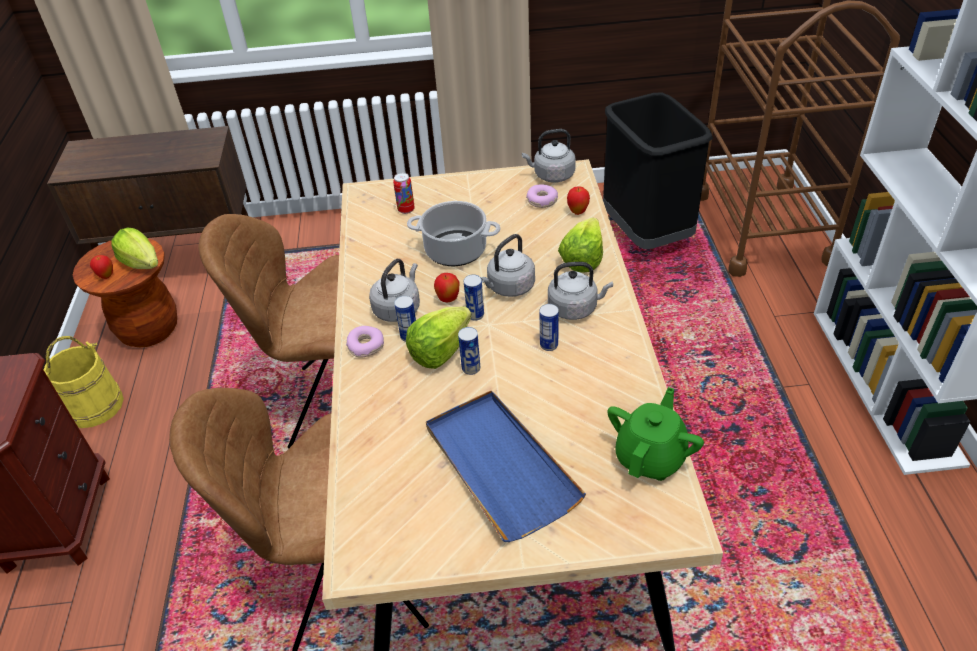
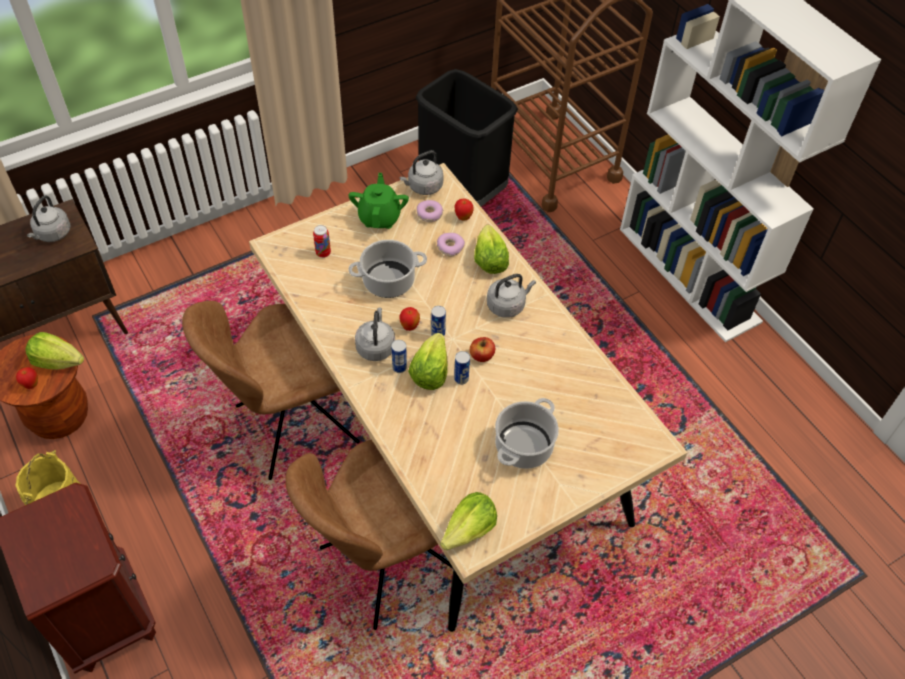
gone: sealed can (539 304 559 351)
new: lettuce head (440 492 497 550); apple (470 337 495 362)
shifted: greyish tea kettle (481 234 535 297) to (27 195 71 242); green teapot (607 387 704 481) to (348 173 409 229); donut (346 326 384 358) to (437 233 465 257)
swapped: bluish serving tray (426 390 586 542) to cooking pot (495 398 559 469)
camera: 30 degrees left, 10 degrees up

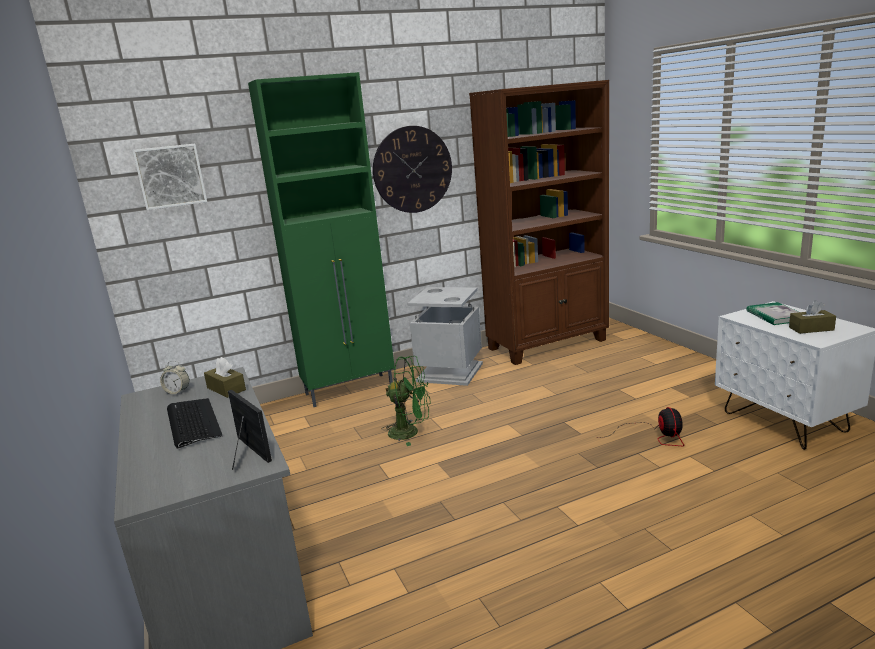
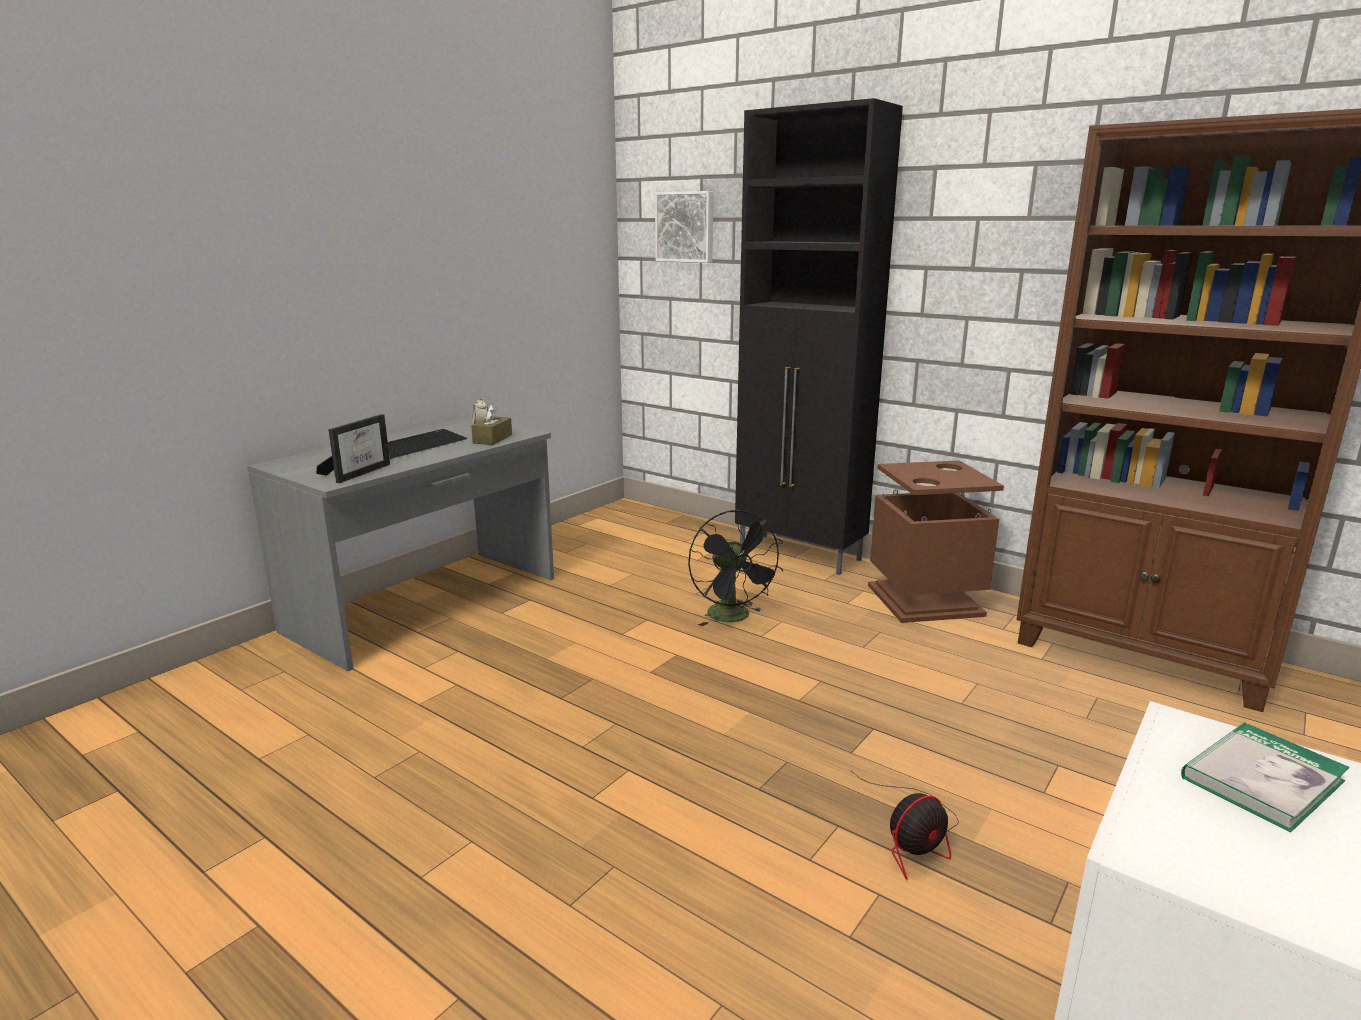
gone: hanging clock (373 126 452 213); brownish tissue holder (789 300 836 334)
repainted: green cooling fan (381 356 431 446) to black cooling fan (688 510 783 626); green cupboard (248 72 395 407) to black cupboard (735 98 903 575); greyish trash can (407 287 483 386) to brownish trash can (868 460 1004 623)
camera: 60 degrees right, 0 degrees up

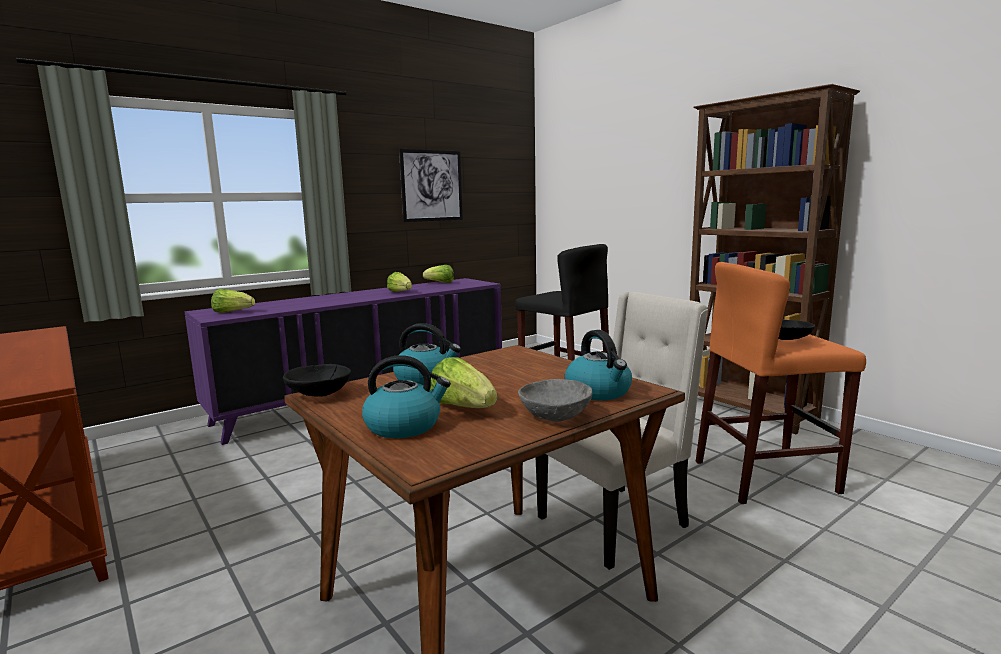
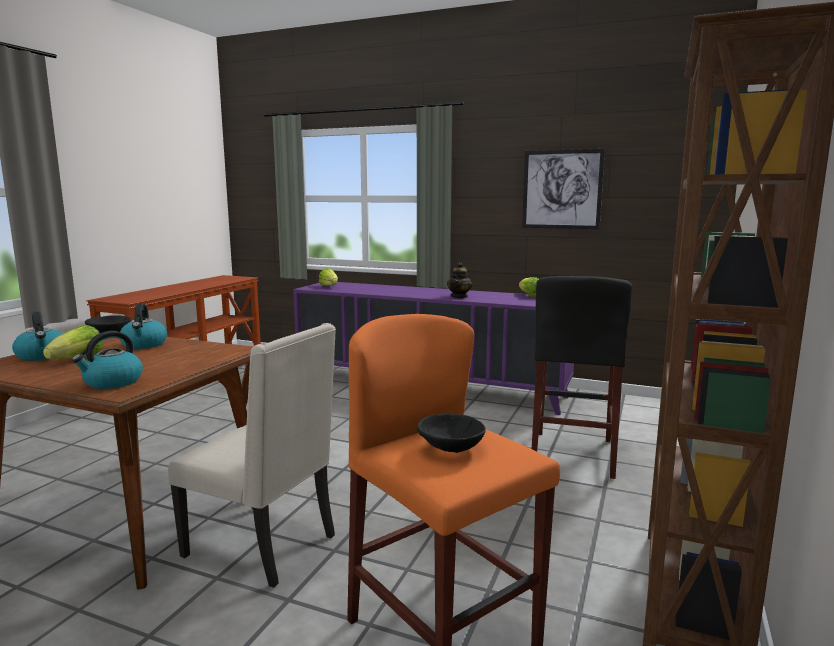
gone: greyish bowl (518 379 592 422)
swapped: lettuce head (387 272 412 292) to teapot (447 262 472 298)
camera: 60 degrees right, 0 degrees up

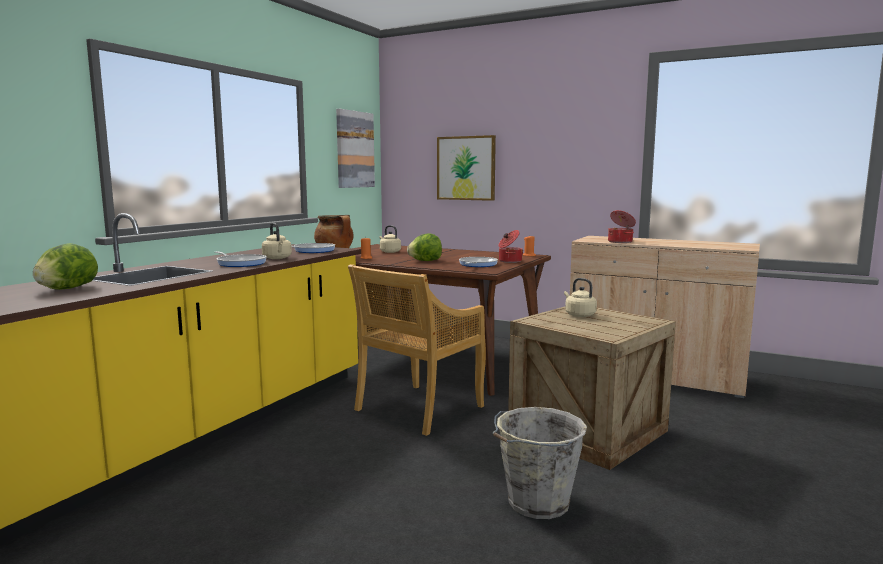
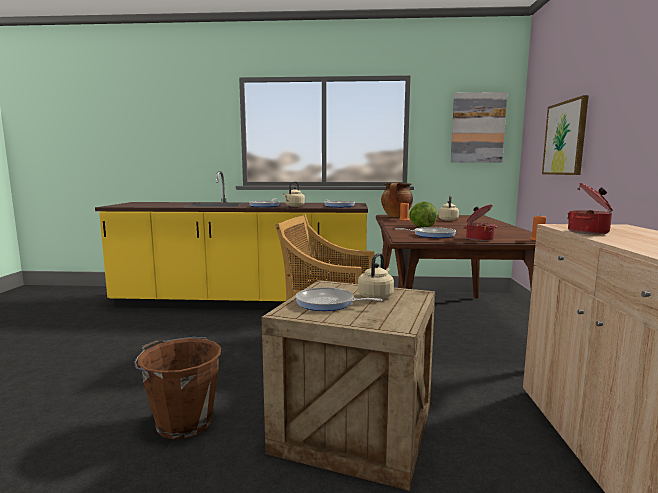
gone: lettuce head (33 243 98 290)
new: pan (295 287 382 311)
repainted: greyish pail (493 407 587 519) to brownish pail (134 337 221 439)
camera: 65 degrees right, 0 degrees up

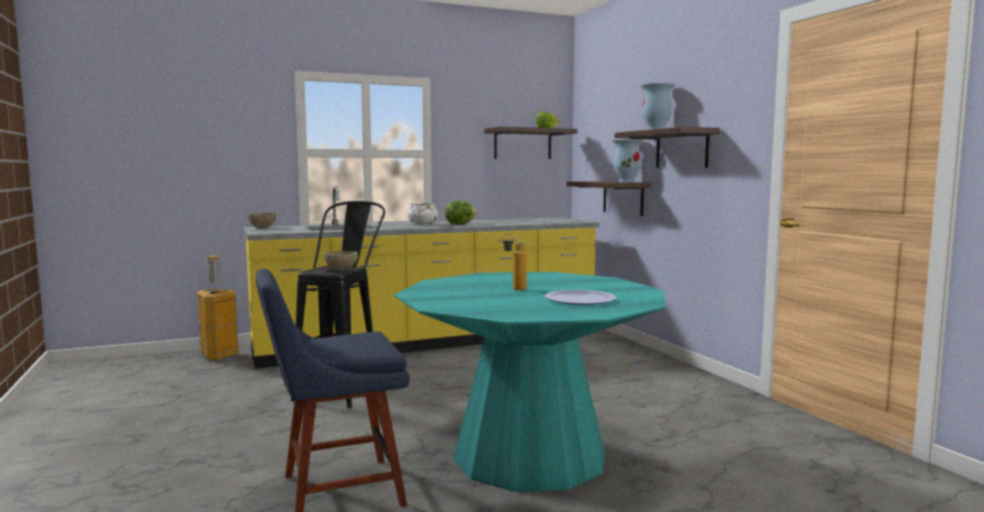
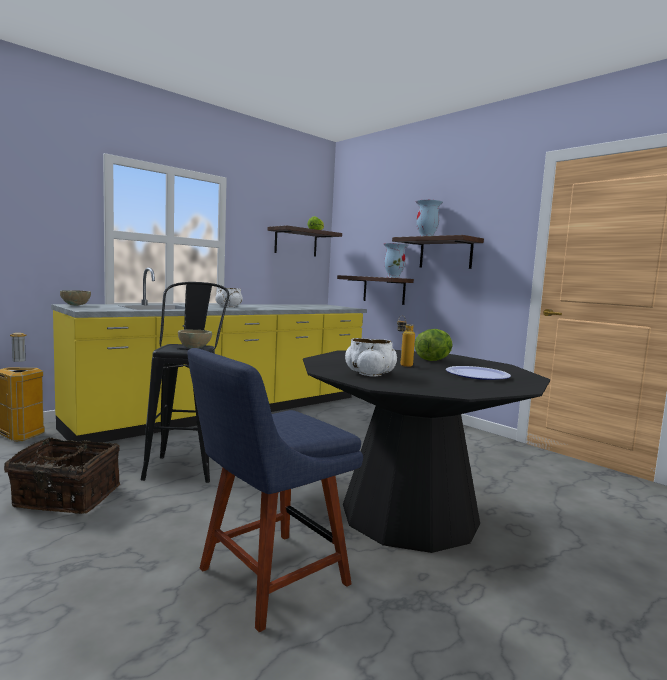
new: basket (4 437 121 514); white bowl (345 338 397 376)
shifted: lettuce head (445 201 477 224) to (415 329 453 361)
repainted: blue-green kitchen table (394 272 666 492) to black kitchen table (303 350 550 553)
camera: 20 degrees left, 0 degrees up

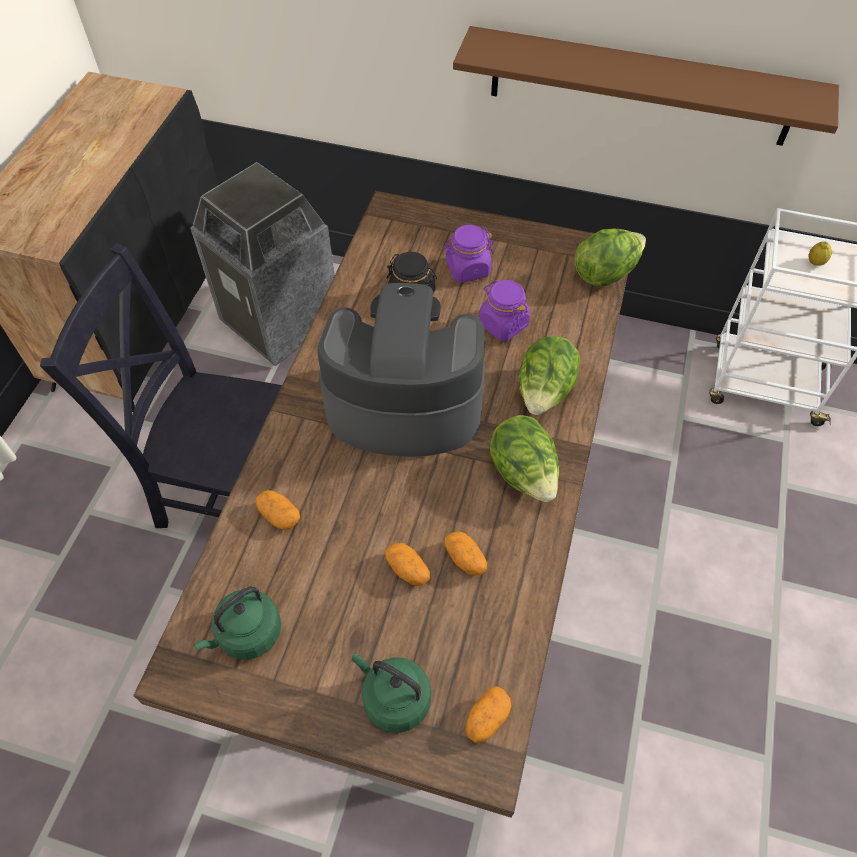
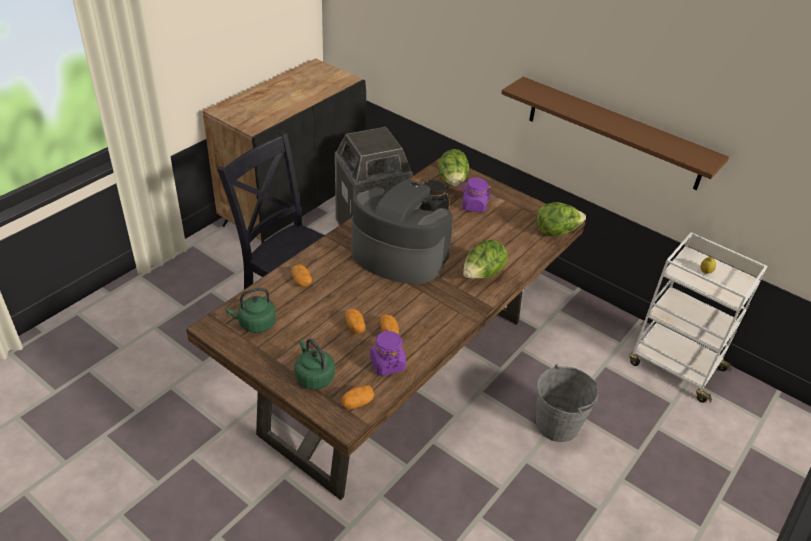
new: greyish pail (536 364 598 442)
shifted: purple preserve jar (479 280 530 341) to (370 330 406 376); lettuce head (490 415 559 502) to (438 149 469 186)
camera: 20 degrees right, 15 degrees down

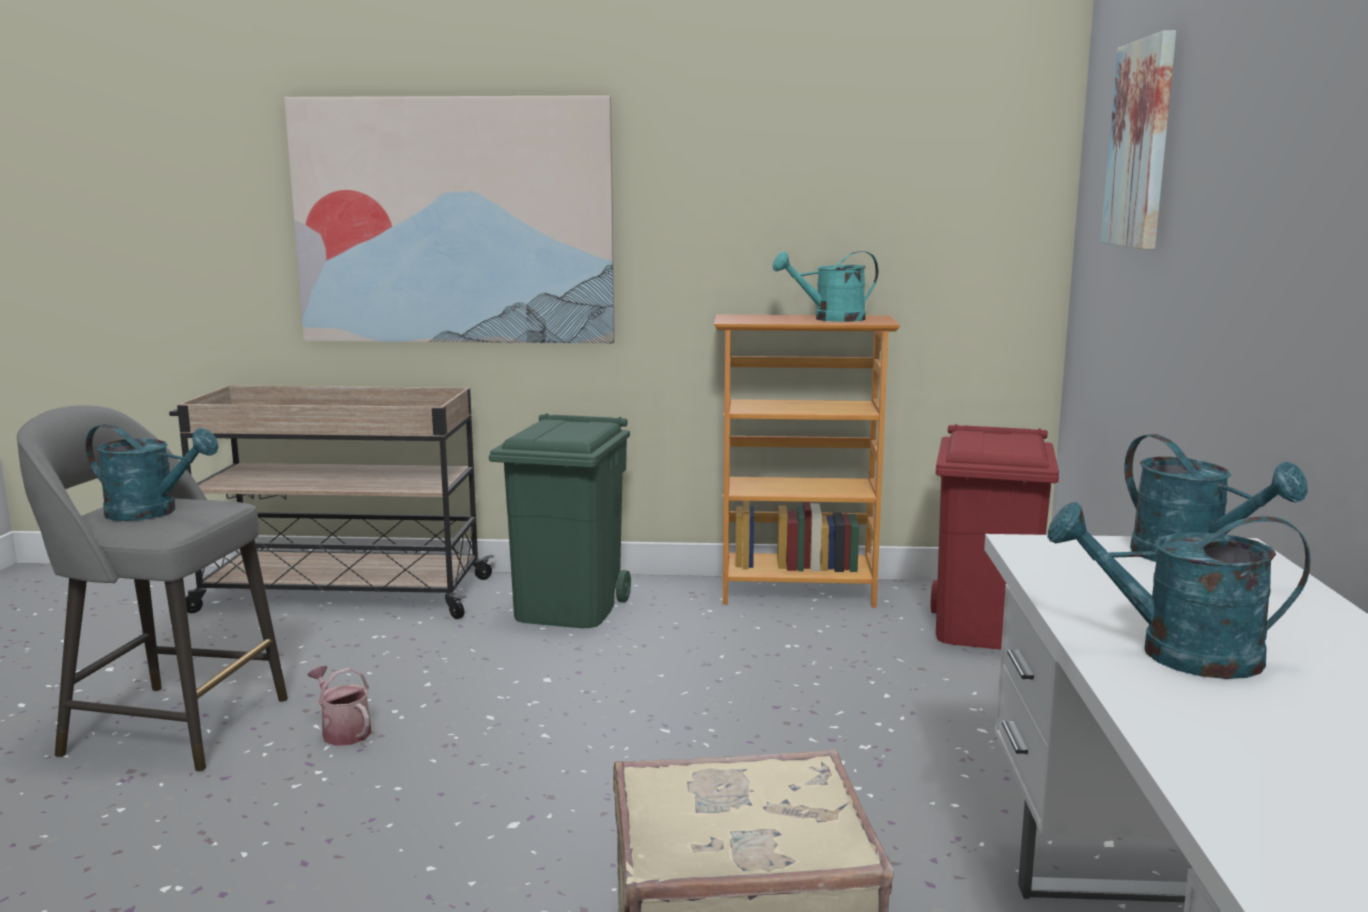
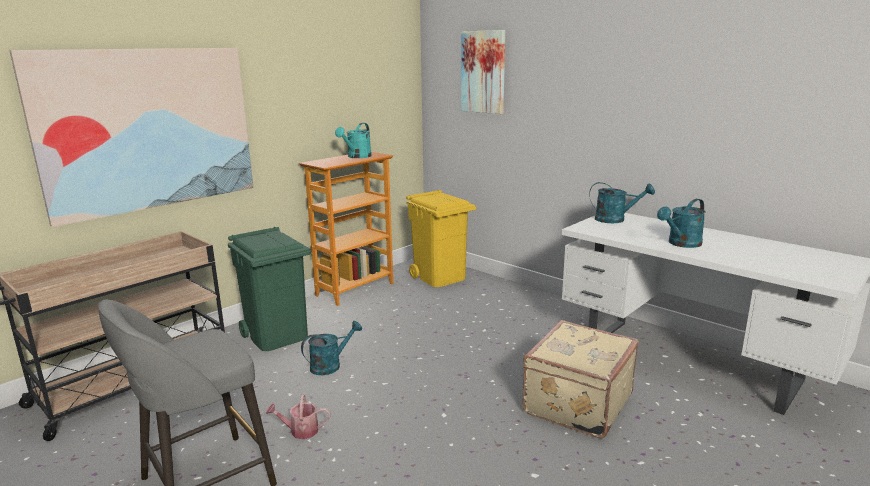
shifted: blue-green watering pot (85 424 219 521) to (301 321 362 375)
repainted: red trash can (930 424 1059 650) to yellowish trash can (406 190 476 287)
camera: 50 degrees left, 5 degrees up

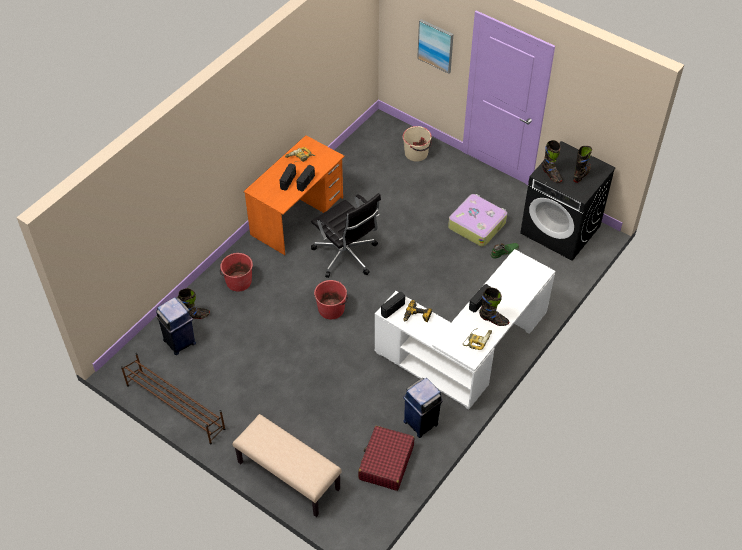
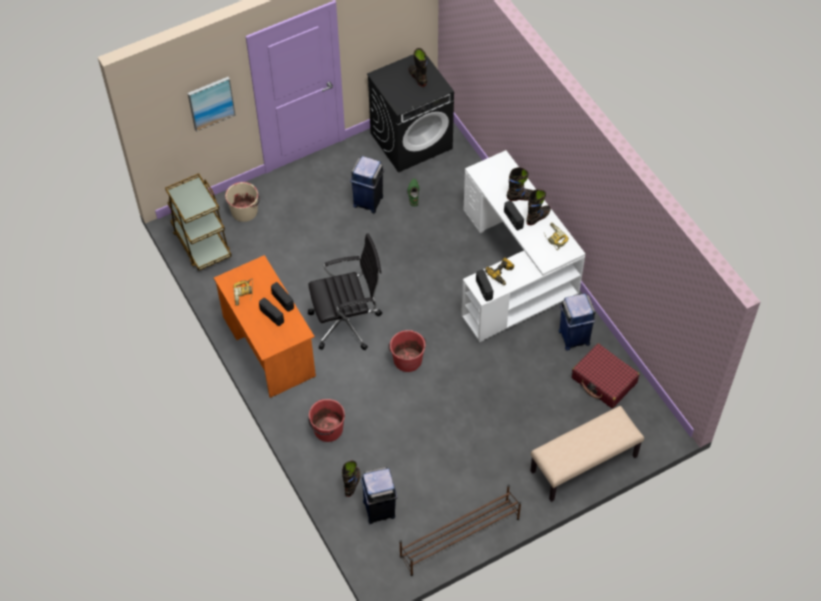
new: brownish trolley (165 173 232 271)
shifted: black boot (542 140 563 183) to (507 167 534 201)
swapped: travel case (448 194 507 247) to bluish trash can (350 156 384 213)
camera: 65 degrees left, 5 degrees up

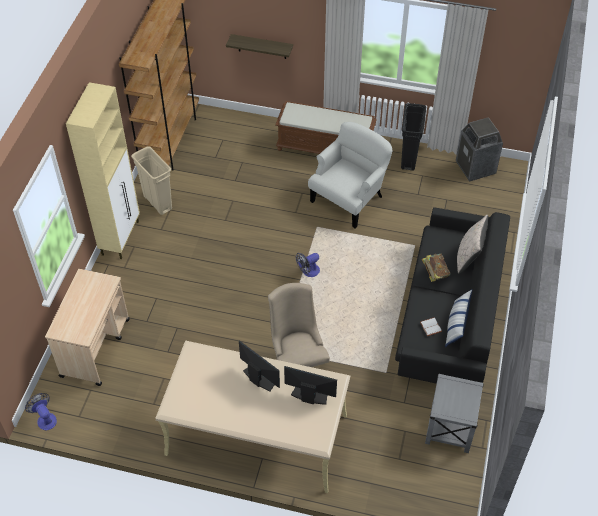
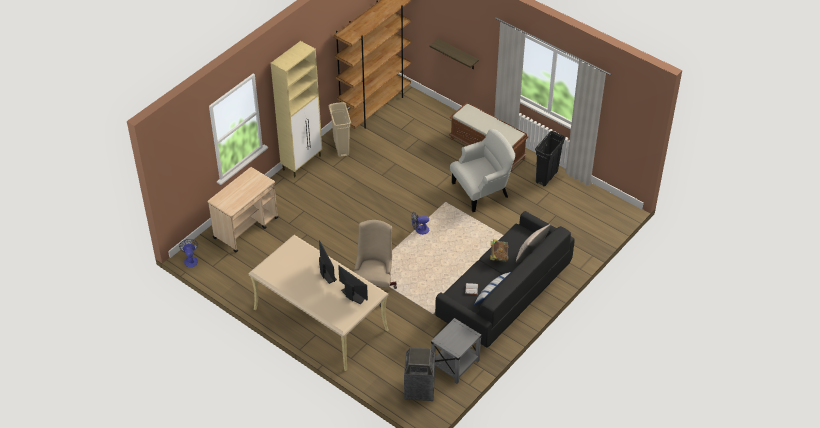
shifted: trash can (456 117 503 182) to (404 348 435 401)
camera: 25 degrees right, 5 degrees down

